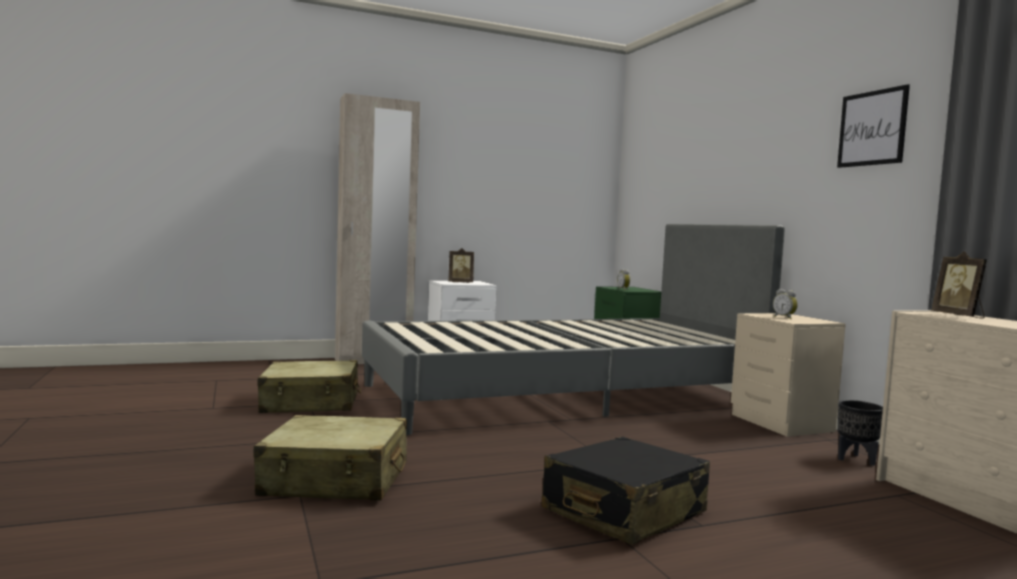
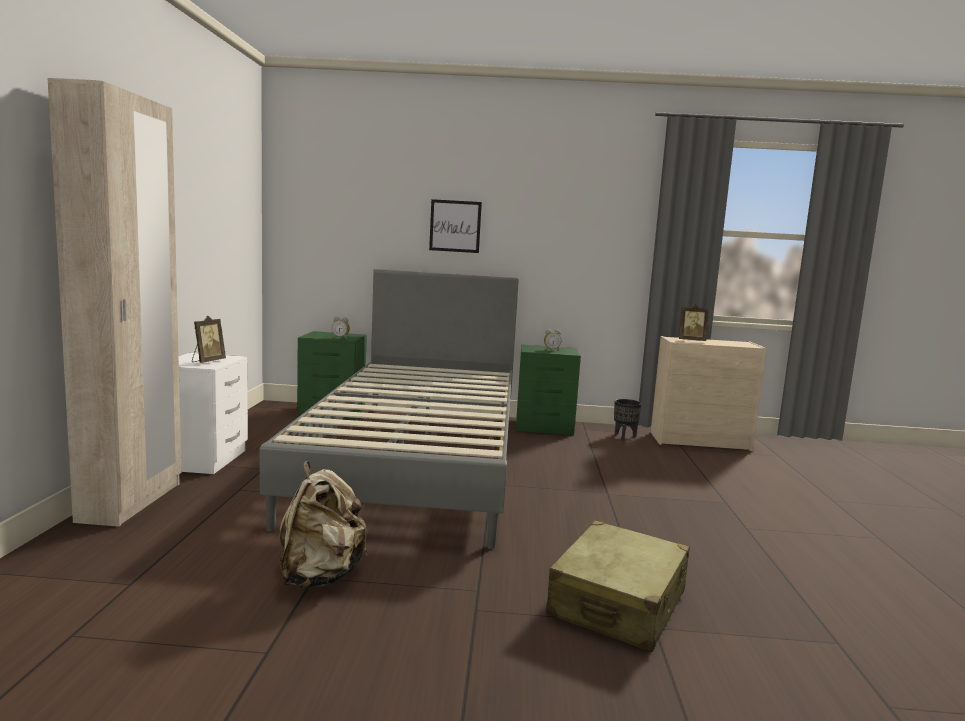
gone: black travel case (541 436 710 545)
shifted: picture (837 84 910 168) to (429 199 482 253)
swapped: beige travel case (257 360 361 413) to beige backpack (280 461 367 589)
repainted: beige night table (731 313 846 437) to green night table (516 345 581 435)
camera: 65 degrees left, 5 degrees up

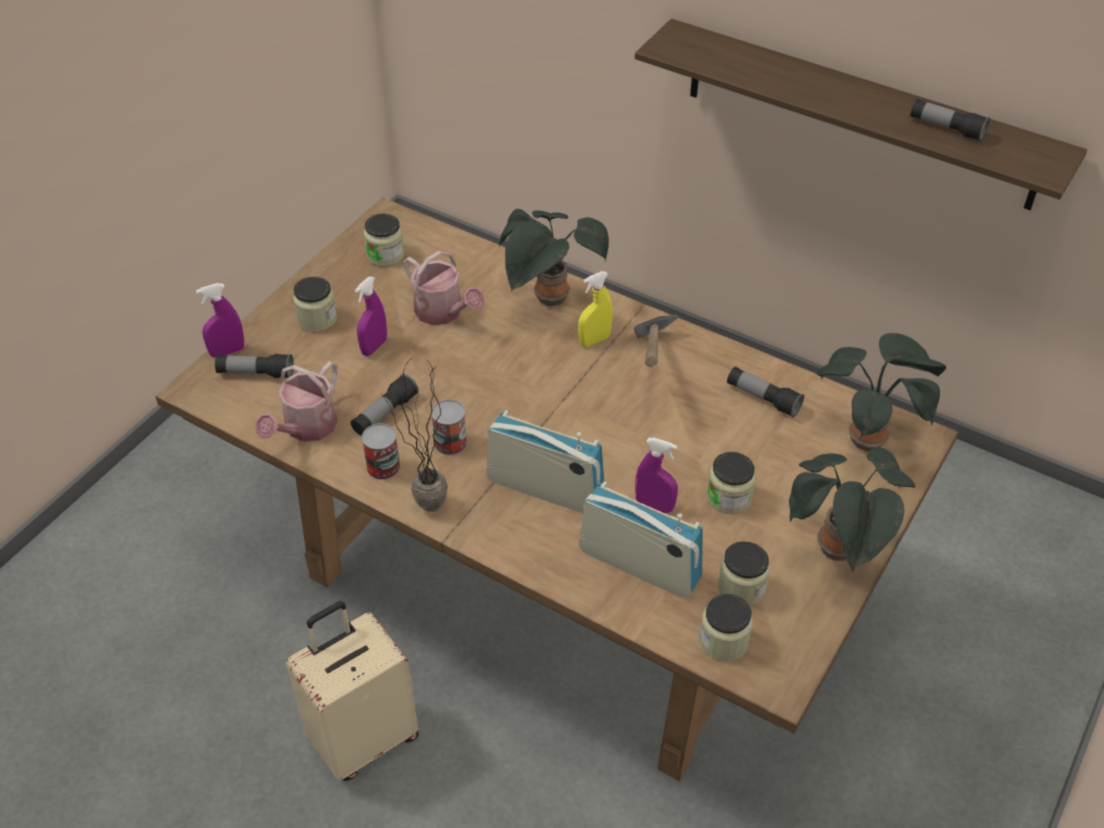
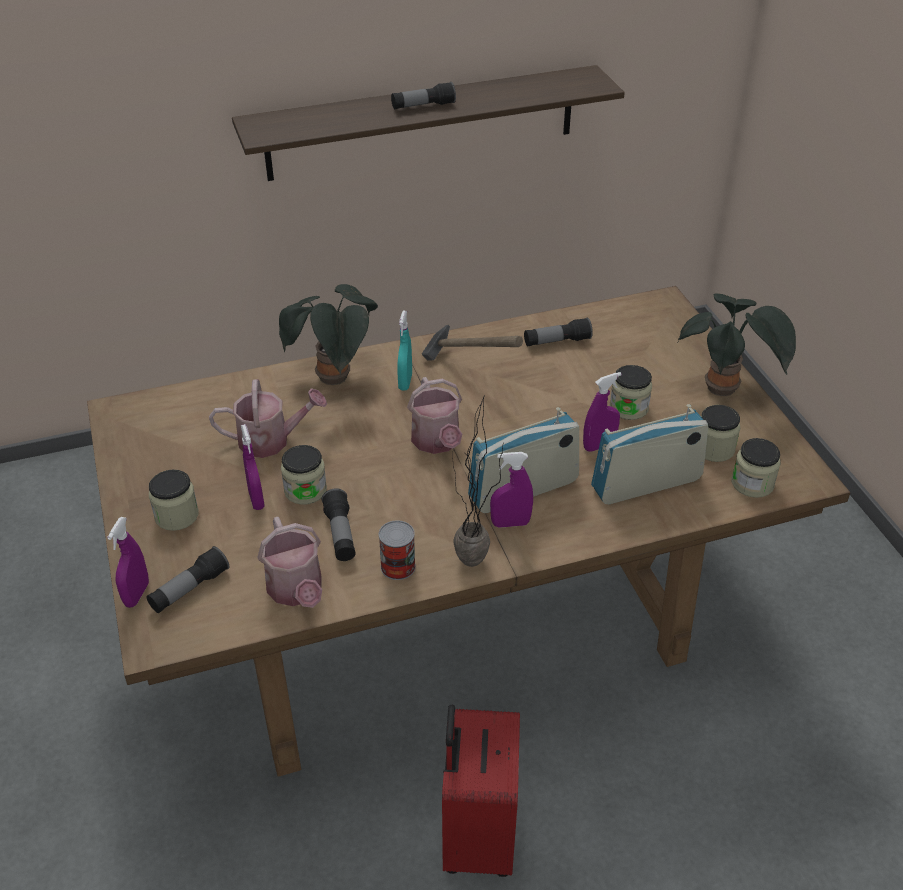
gone: sealed can (432 399 467 455); potted plant (817 333 946 451)
new: watering pot (407 377 462 454); purple hand sprayer (490 452 533 528)
shifted: preserve jar (364 214 404 266) to (281 445 327 505); hand torch (910 99 990 142) to (391 82 456 109)
repainted: yellowish hand sprayer (578 271 613 347) to blue-green hand sprayer (397 311 412 391); beige travel case (286 601 419 781) to red travel case (442 705 520 877)
camera: 50 degrees left, 5 degrees down

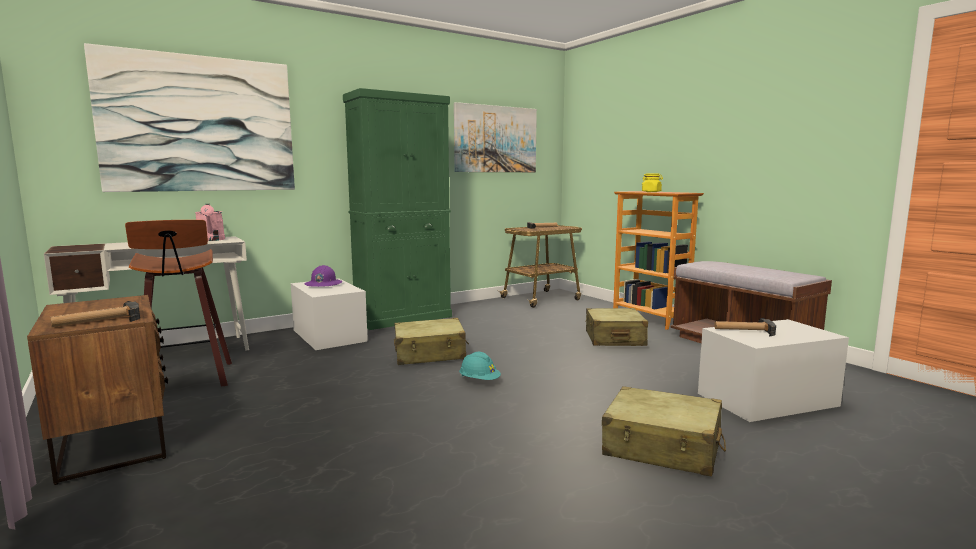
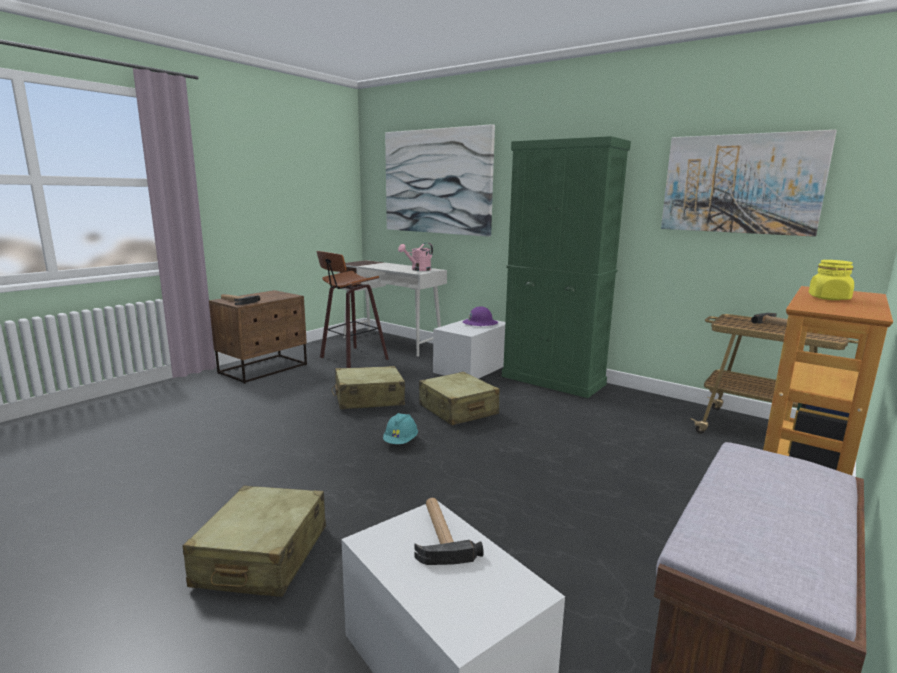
shifted: beige travel case (585 308 648 346) to (331 366 405 409)
camera: 70 degrees right, 5 degrees up

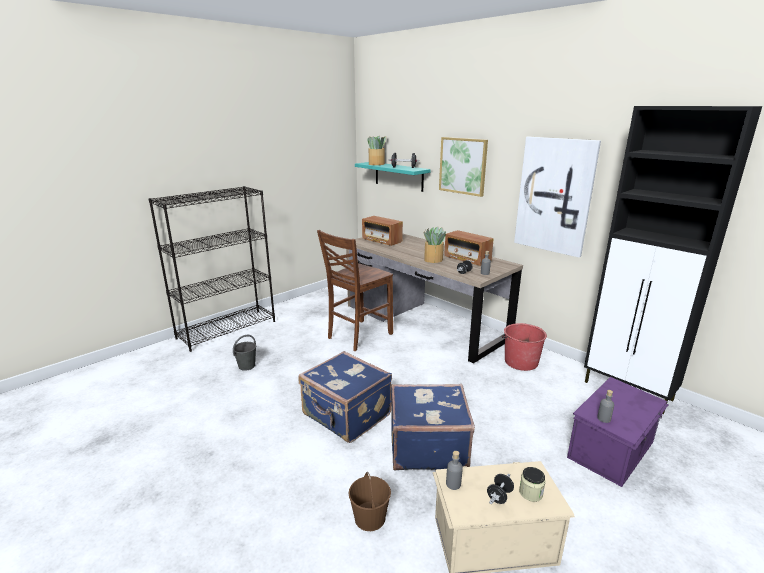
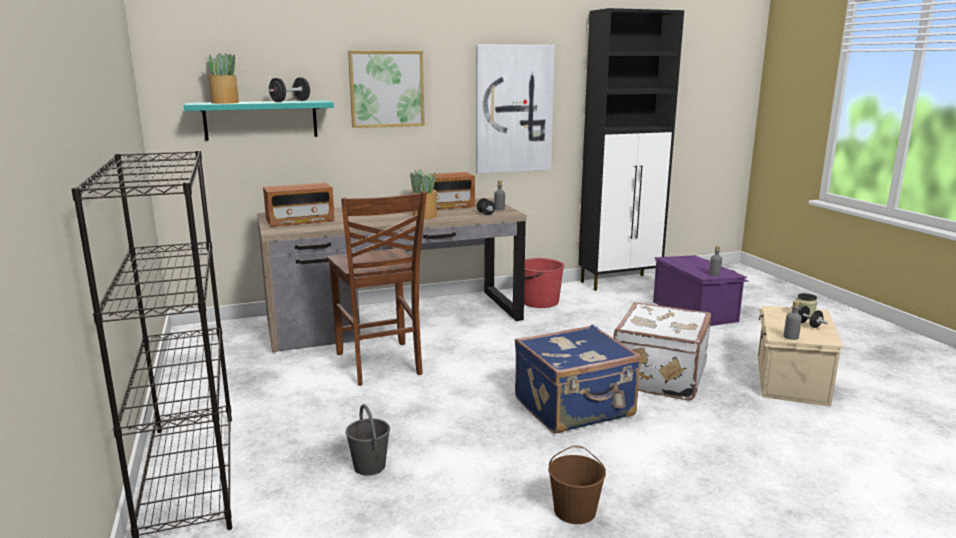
shifted: brownish pail (349 472 391 531) to (548 445 606 524)
repainted: bluish travel case (391 384 475 471) to white travel case (613 302 711 400)
camera: 65 degrees left, 5 degrees down

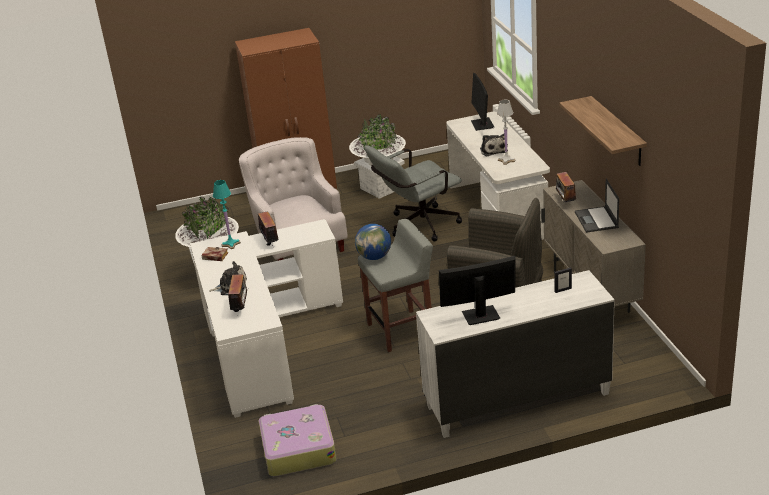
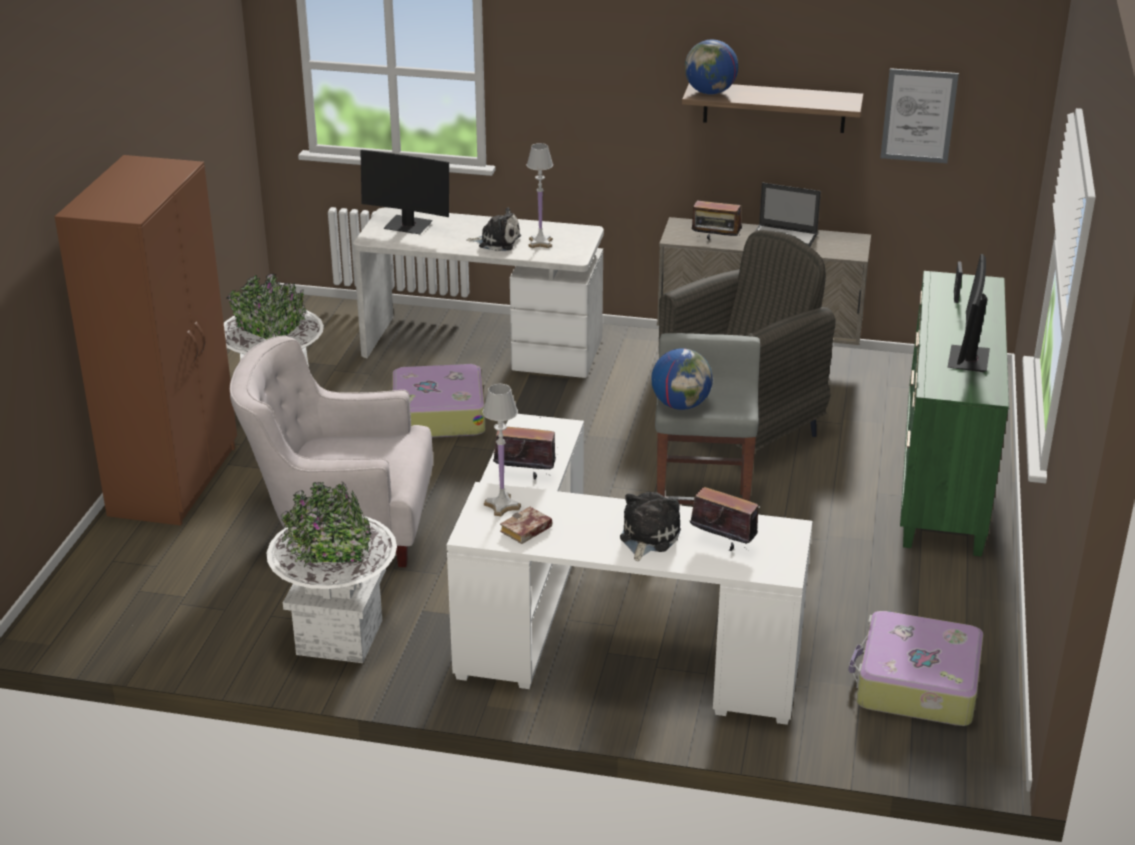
new: world globe (685 40 738 94); picture (880 68 959 163)
swapped: greyish office chair (364 145 462 242) to travel case (392 364 485 438)
repainted: blue-green tabletop lamp (213 180 241 249) to white tabletop lamp (482 384 521 516); white dresser (416 270 615 438) to green dresser (900 271 1009 557)
camera: 65 degrees left, 0 degrees up

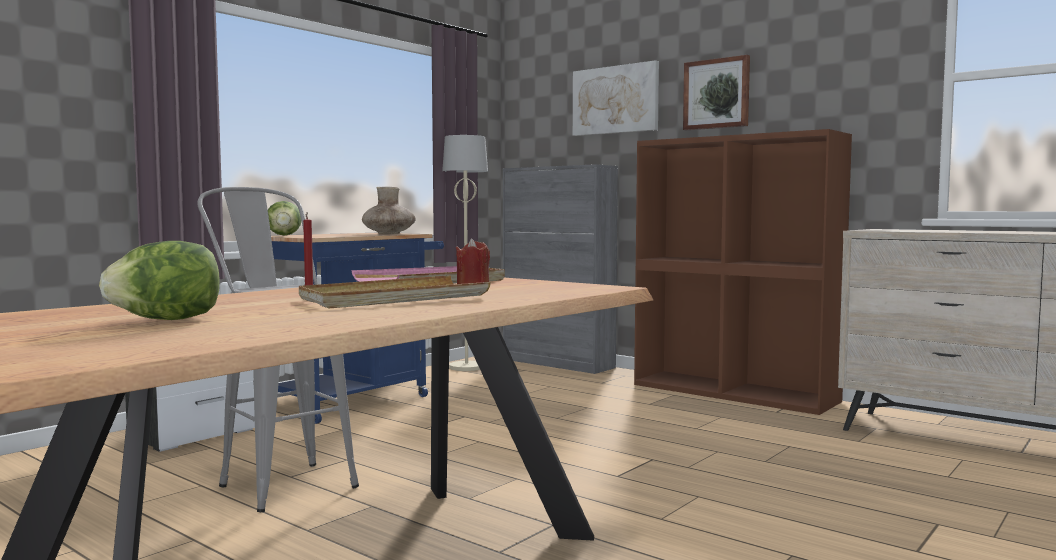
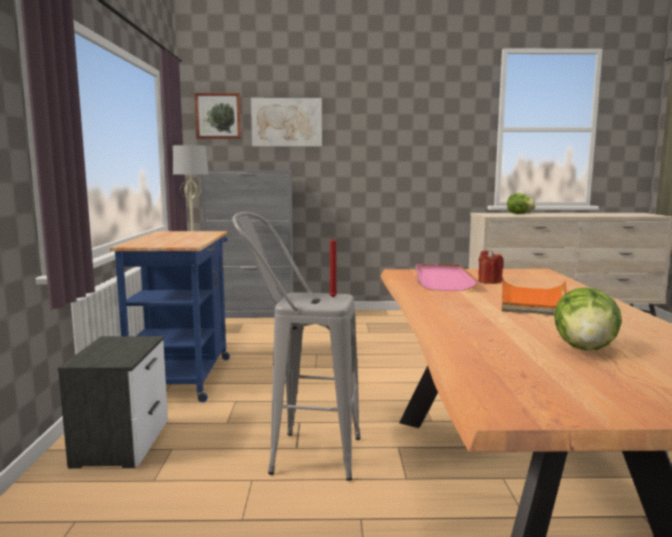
gone: brownish flower vase (362 187 416 234); brownish bookshelf (634 129 852 415)
shifted: picture (683 55 750 130) to (194 93 241 139); lettuce head (268 201 301 236) to (507 194 536 214)
repainted: beige serving tray (299 275 491 308) to orange serving tray (502 277 567 316)
camera: 40 degrees left, 5 degrees up

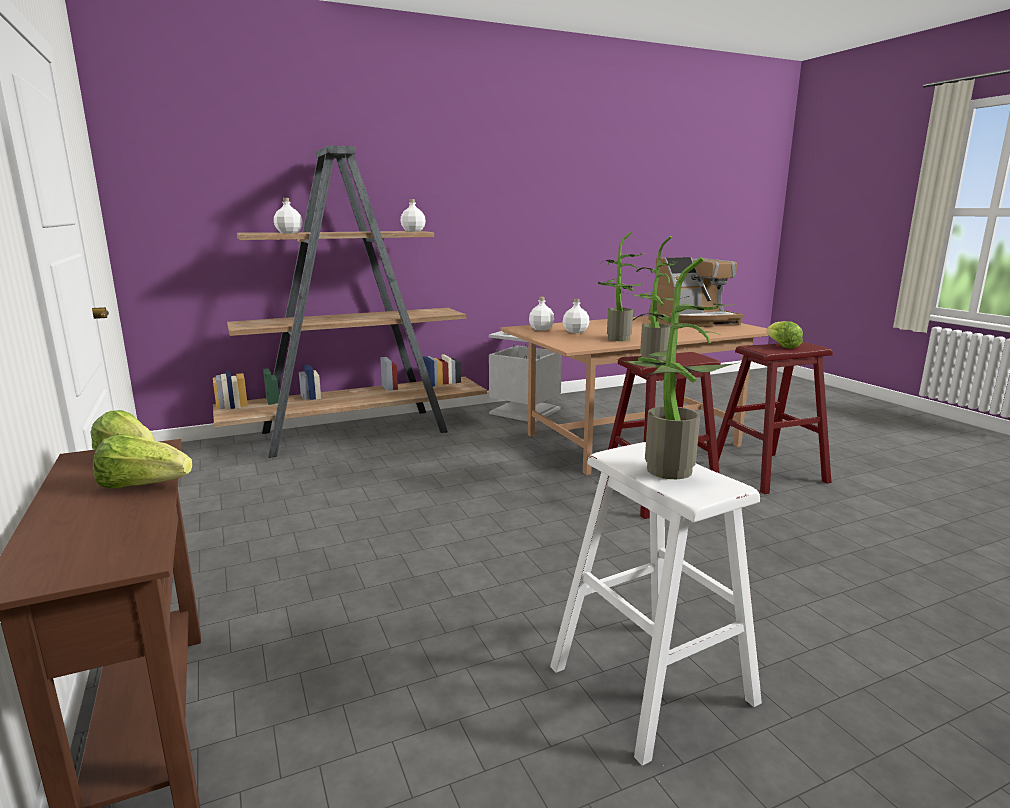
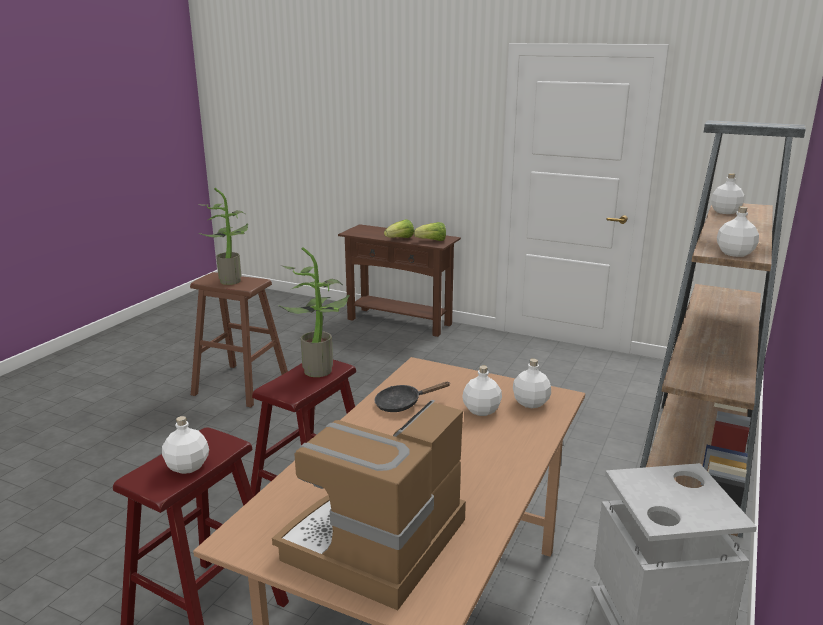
swapped: lettuce head (766 321 803 349) to white drink bottle (162 416 209 474); potted plant (598 232 647 341) to black pan (374 382 450 412)
repainted: white stool (550 442 762 766) to brownish stool (190 272 288 407)
camera: 140 degrees right, 5 degrees up

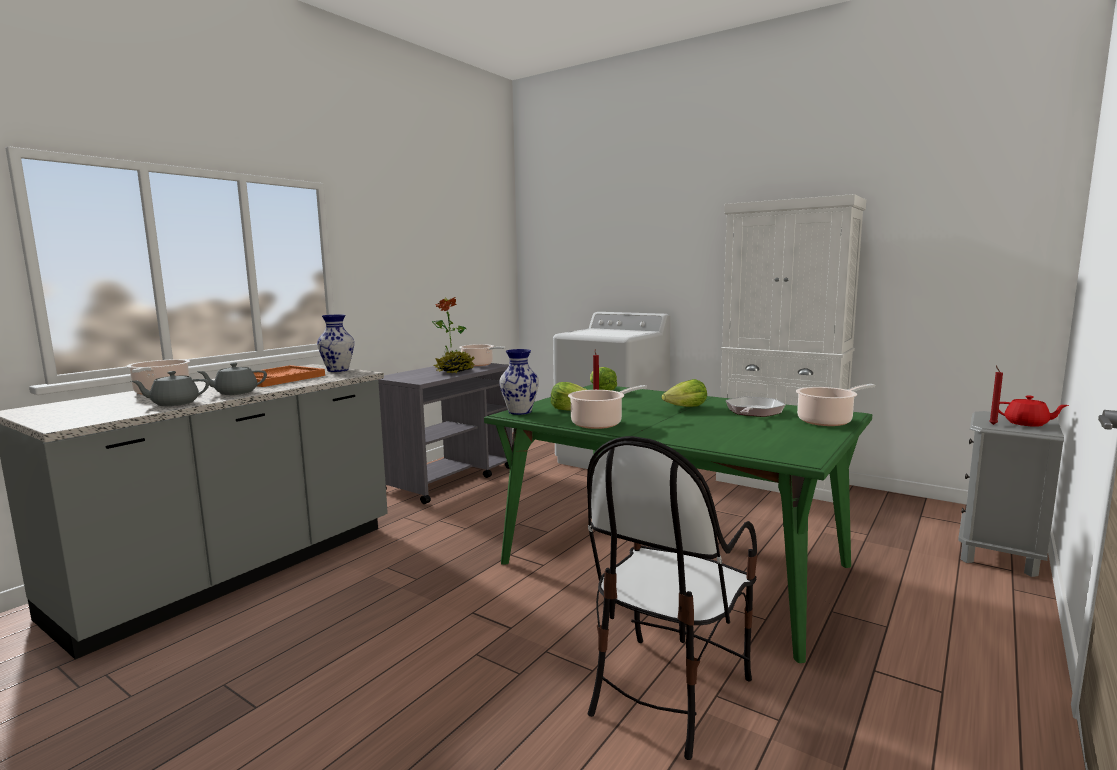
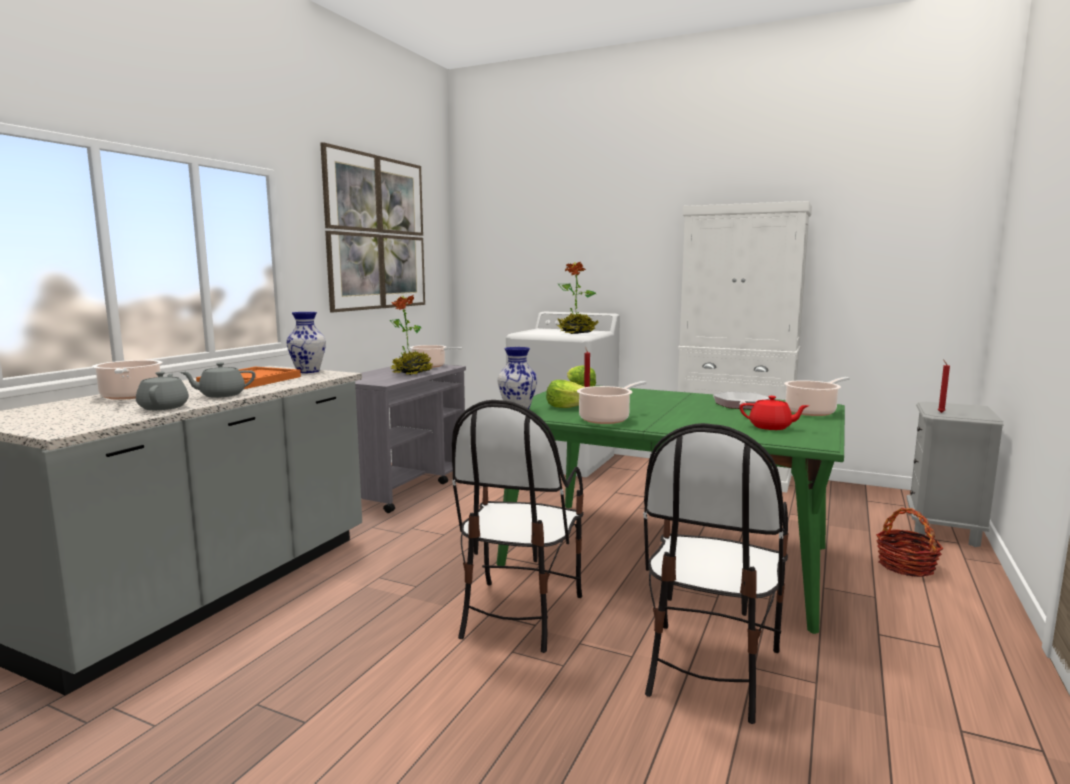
gone: lettuce head (661 379 707 407)
new: picture (320 142 425 312); chair (452 400 584 653); potted plant (557 262 599 334); basket (876 508 944 577)
shifted: red teapot (999 395 1069 427) to (740 396 809 430)
rotated: greyish teapot (131 371 209 406) = (136 372 189 410) 105 degrees clockwise
camera: 10 degrees left, 0 degrees up

